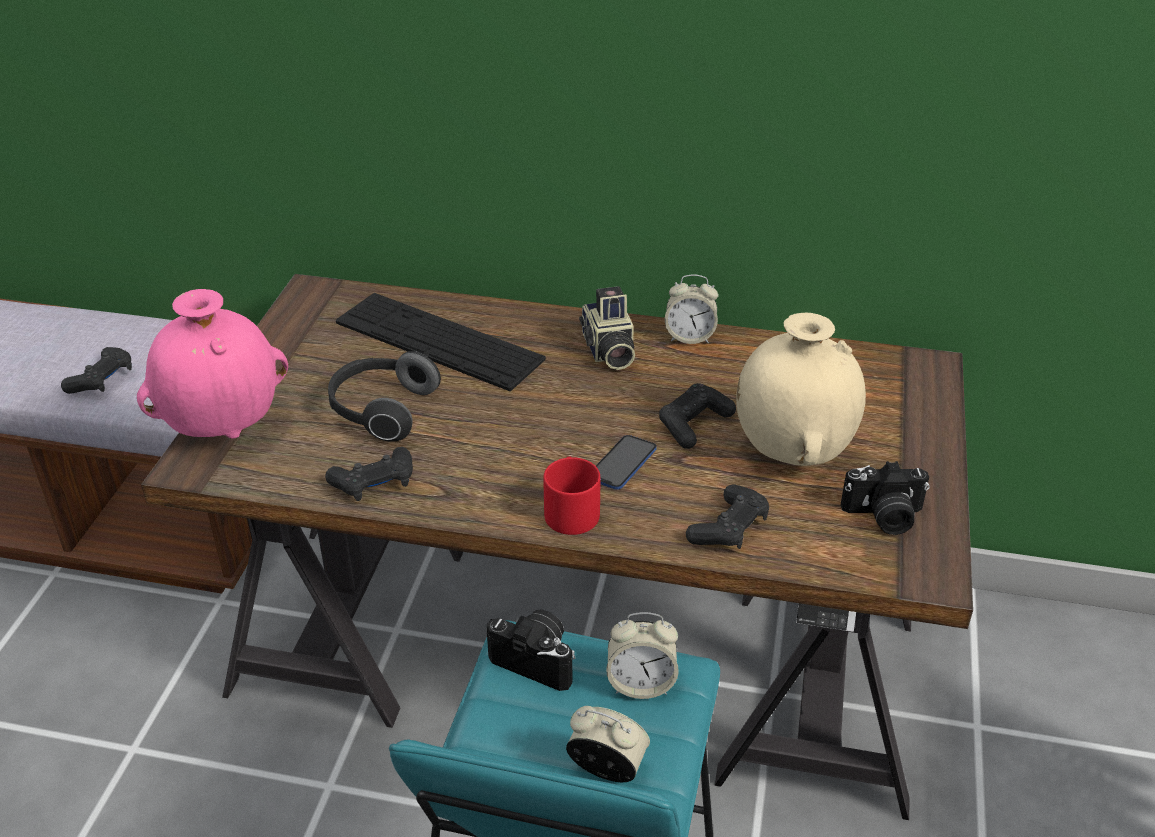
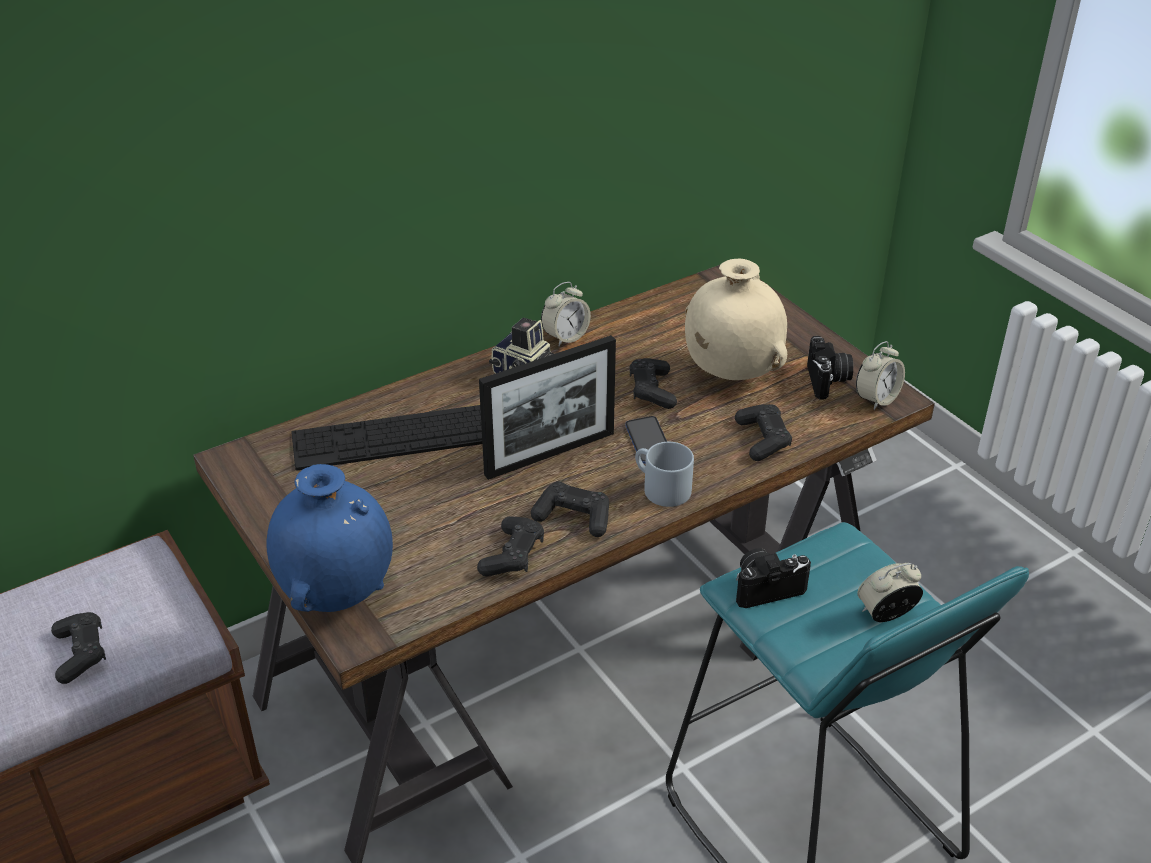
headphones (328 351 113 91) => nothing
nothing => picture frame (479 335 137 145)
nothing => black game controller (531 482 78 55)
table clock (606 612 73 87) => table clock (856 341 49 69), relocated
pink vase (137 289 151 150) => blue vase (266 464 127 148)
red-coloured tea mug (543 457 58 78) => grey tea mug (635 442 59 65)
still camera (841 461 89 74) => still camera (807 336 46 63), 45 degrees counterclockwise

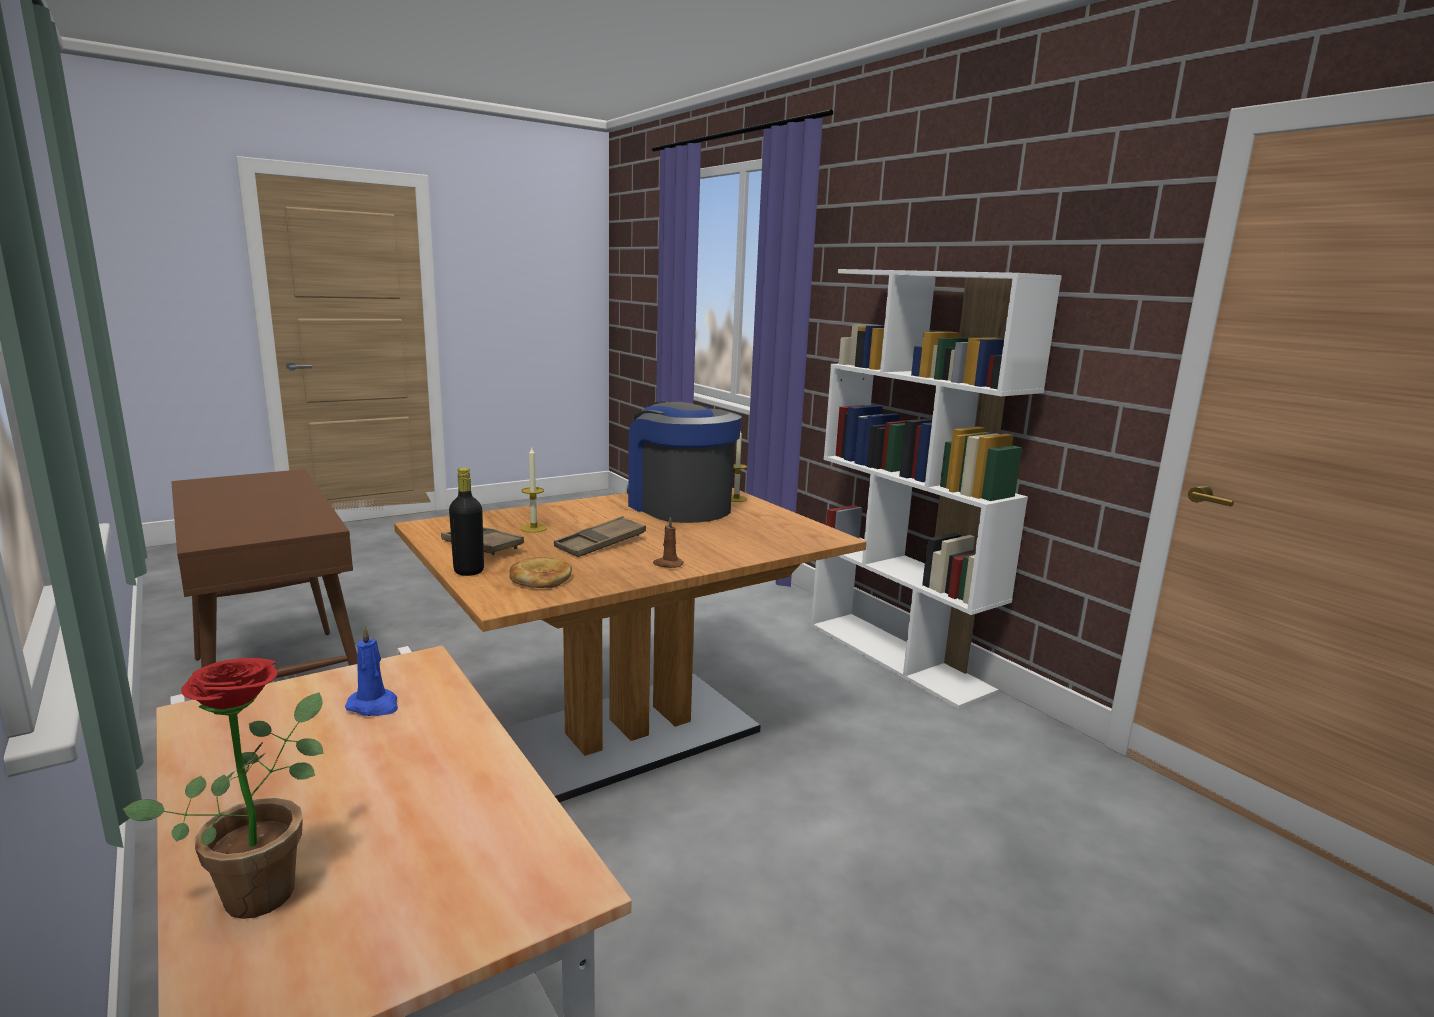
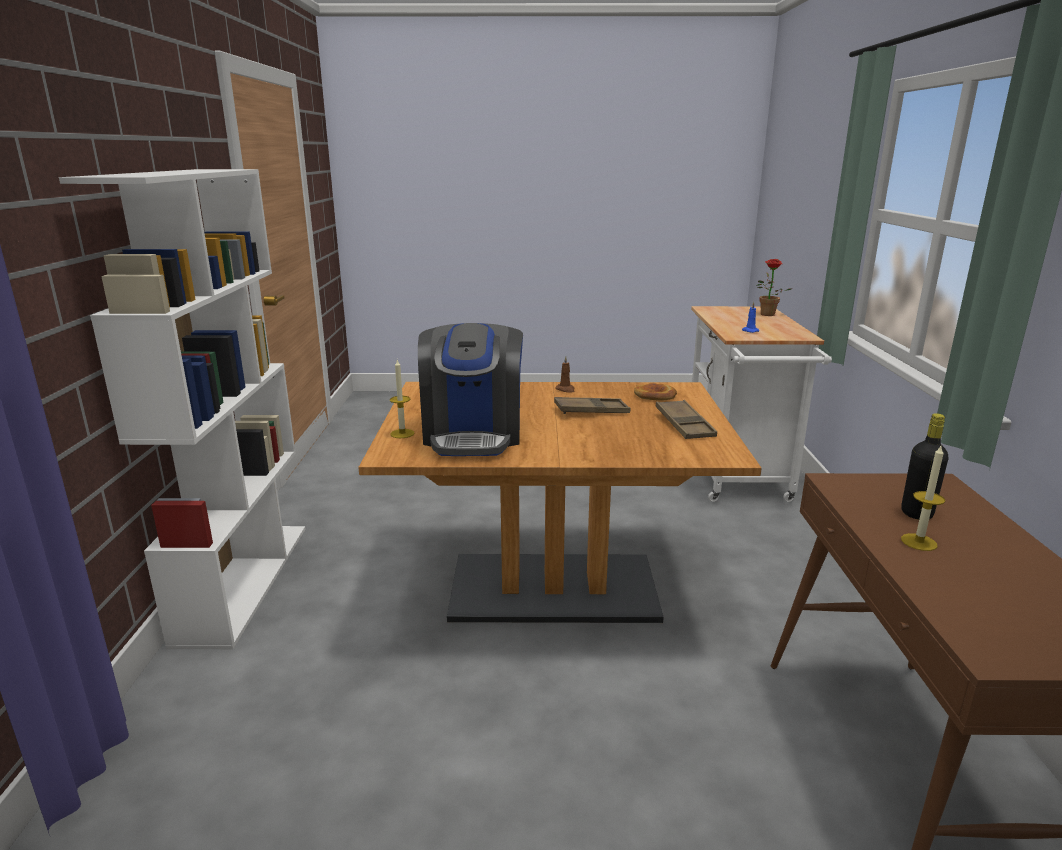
black bottle (449 467 35 109) => black bottle (901 413 47 107), relocated
wax light (521 448 26 85) => wax light (901 444 44 107), relocated

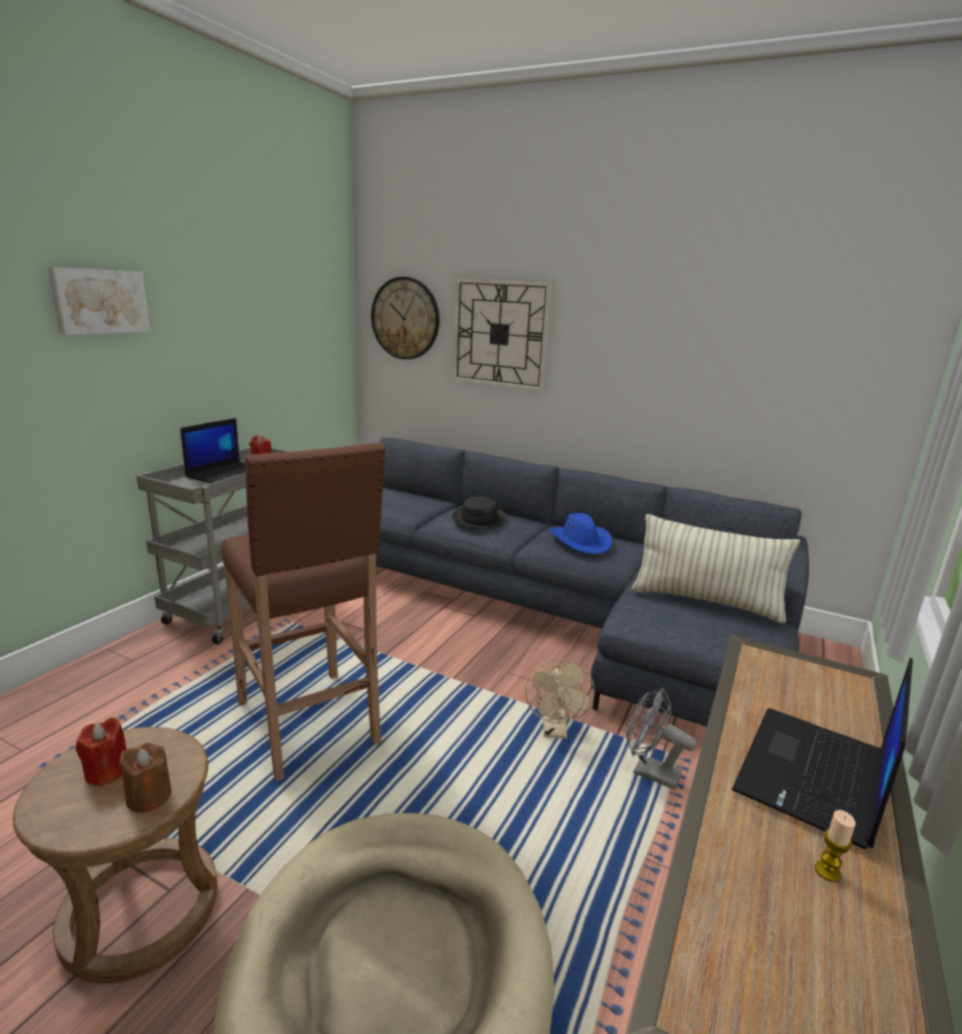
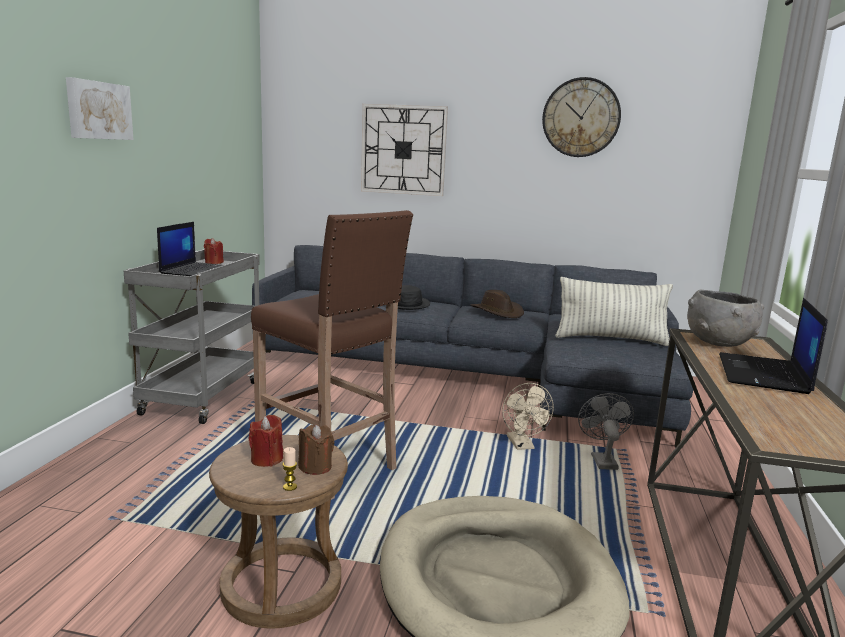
nothing => grey bowl (687 290 77 57)
hanging clock (371 277 69 82) => hanging clock (542 77 79 80), relocated
wax light (815 810 41 72) => wax light (283 447 14 44), relocated
blue hat (549 513 63 42) => brown hat (471 290 53 28)
grey fan (626 688 71 102) => grey fan (578 393 56 77), 75 degrees clockwise

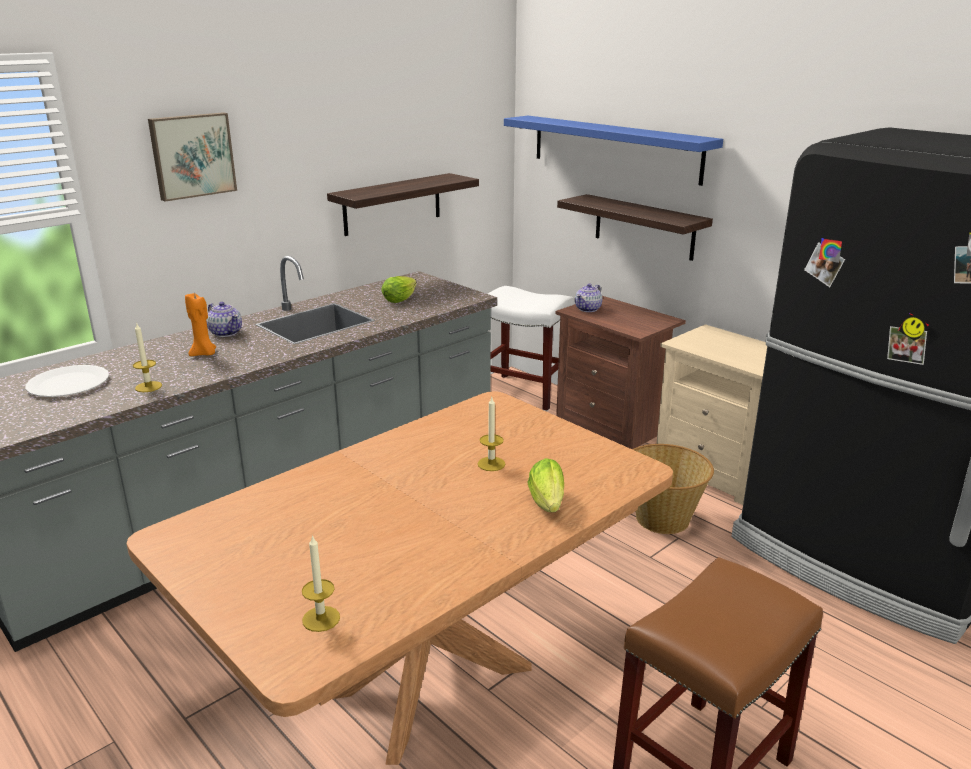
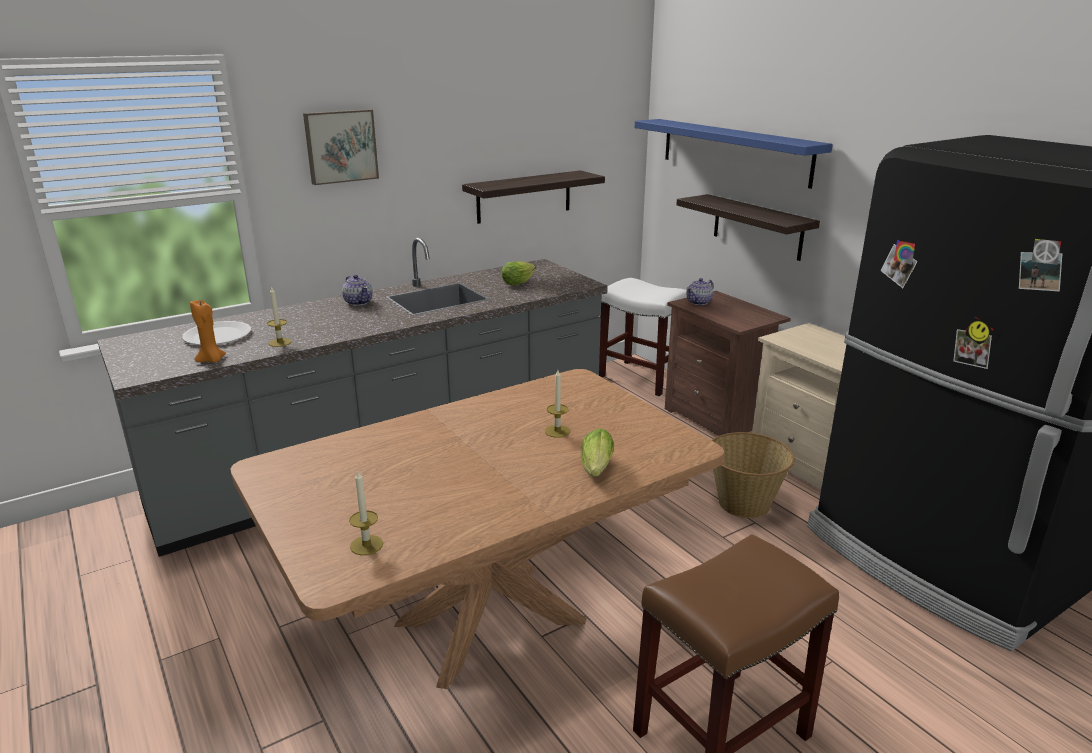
orange-coloured wax light (185 293 31 63) => orange-coloured wax light (190 300 36 62), relocated

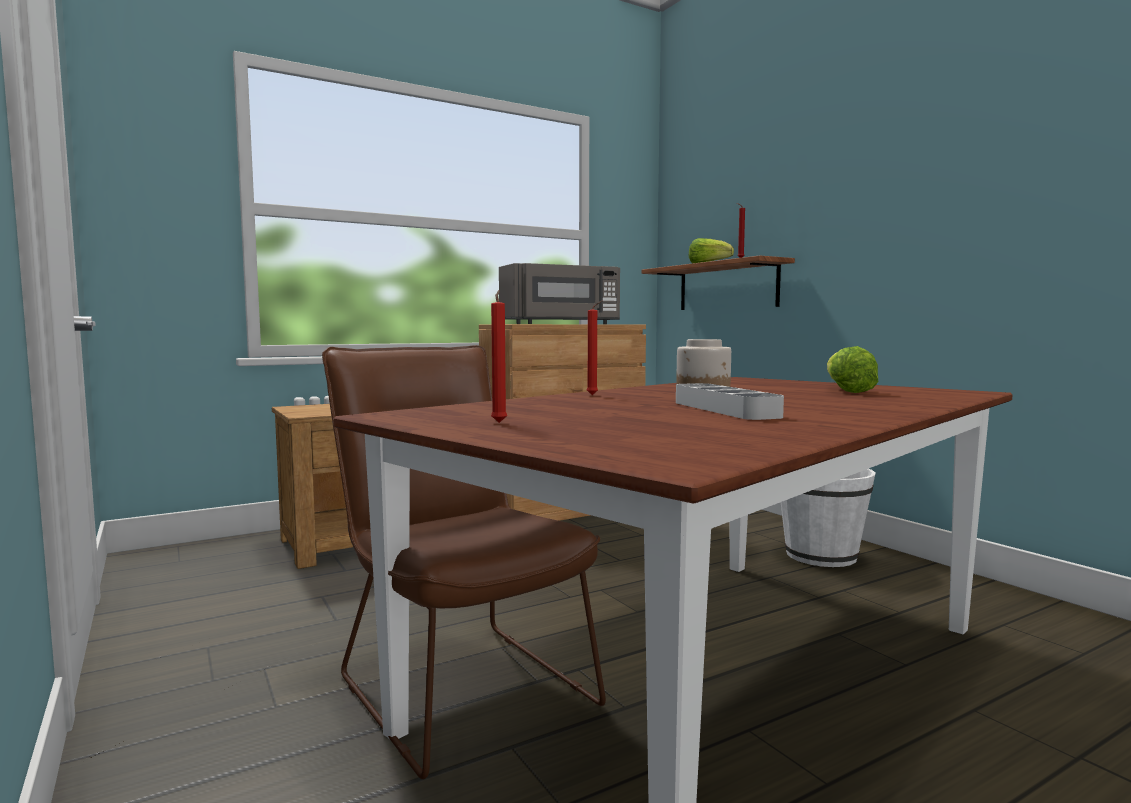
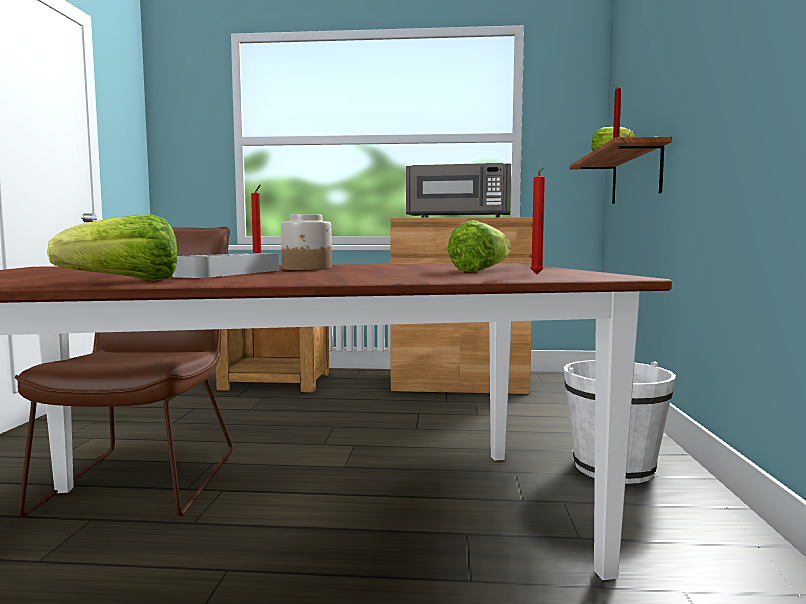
nothing => head of lettuce (47 214 130 67)
red-coloured wax light (491 290 16 133) => red-coloured wax light (530 167 15 107), relocated

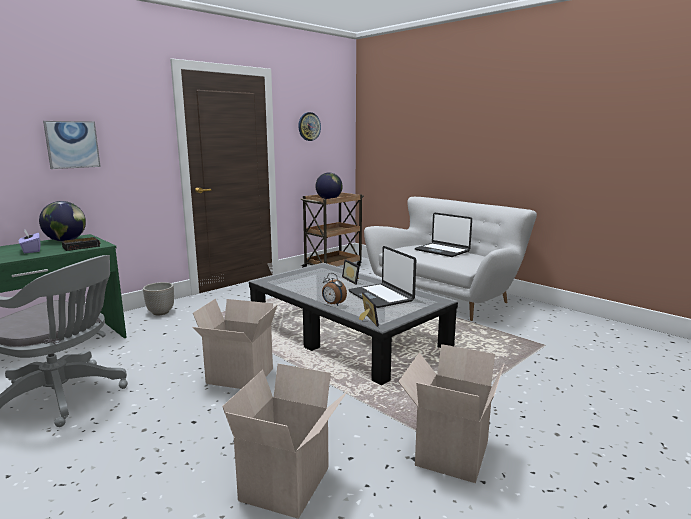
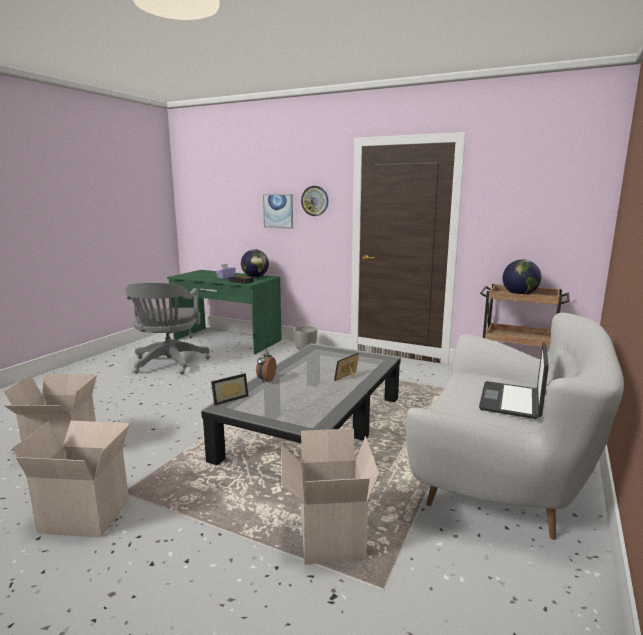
laptop (348 246 68 62) => nothing
packing box (192 299 85 90) => packing box (281 428 98 137), relocated
hanging clock (298 112 23 29) => hanging clock (301 186 27 30), relocated

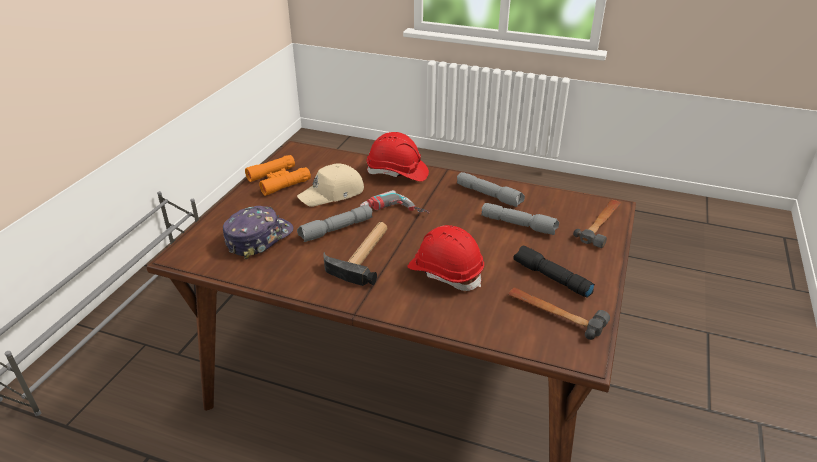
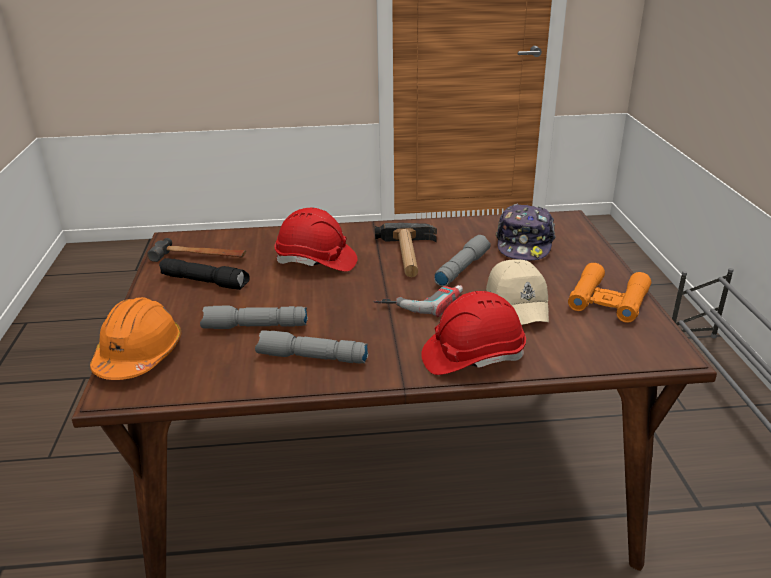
tool hammer (573 200 48 48) => orange-coloured safety helmet (90 297 91 83)
beige-coloured peaked cap (297 163 67 44) => beige-coloured peaked cap (486 259 63 66), 135 degrees clockwise

